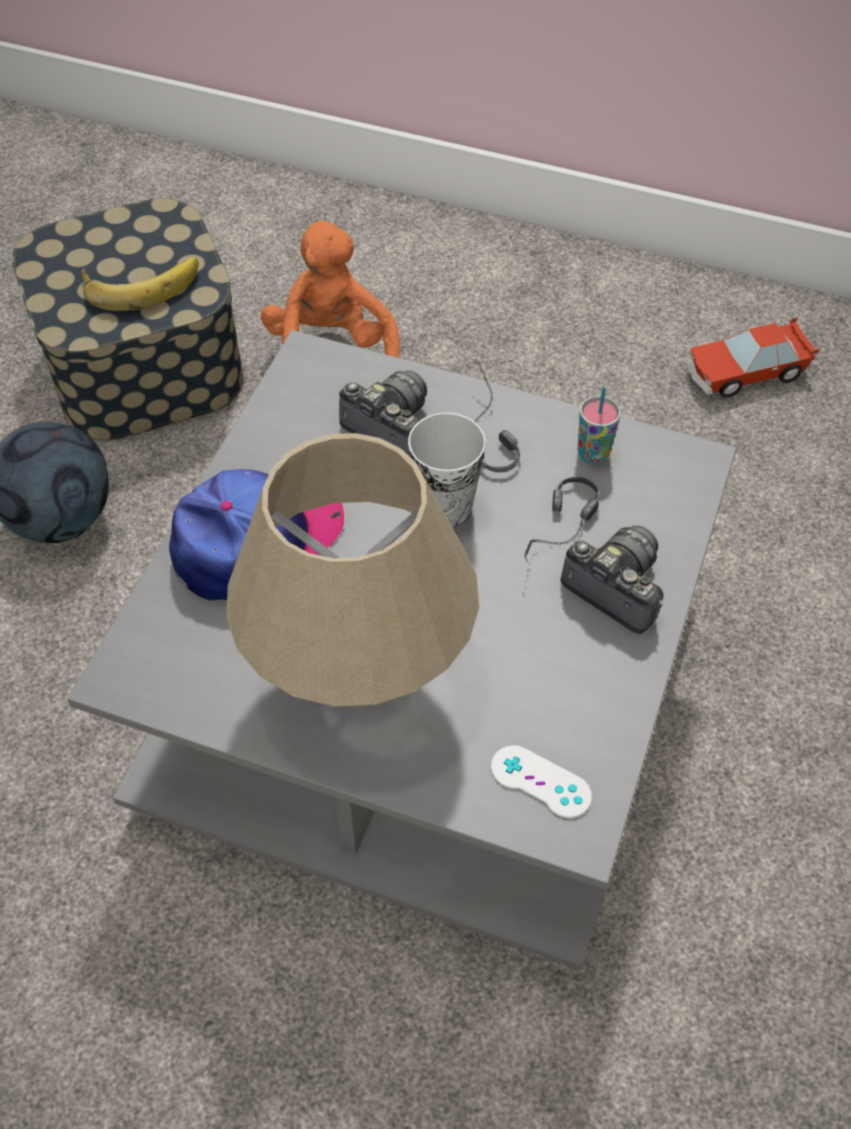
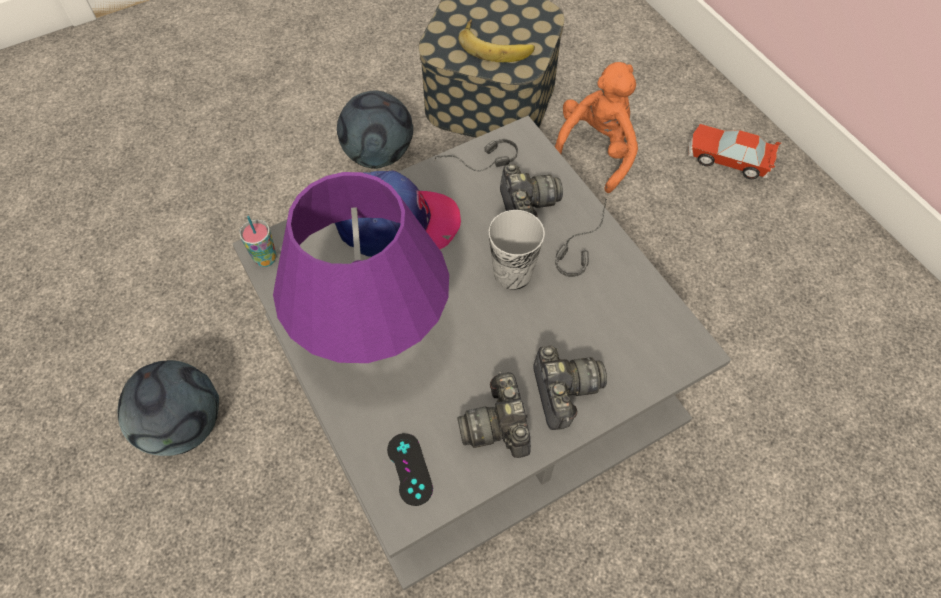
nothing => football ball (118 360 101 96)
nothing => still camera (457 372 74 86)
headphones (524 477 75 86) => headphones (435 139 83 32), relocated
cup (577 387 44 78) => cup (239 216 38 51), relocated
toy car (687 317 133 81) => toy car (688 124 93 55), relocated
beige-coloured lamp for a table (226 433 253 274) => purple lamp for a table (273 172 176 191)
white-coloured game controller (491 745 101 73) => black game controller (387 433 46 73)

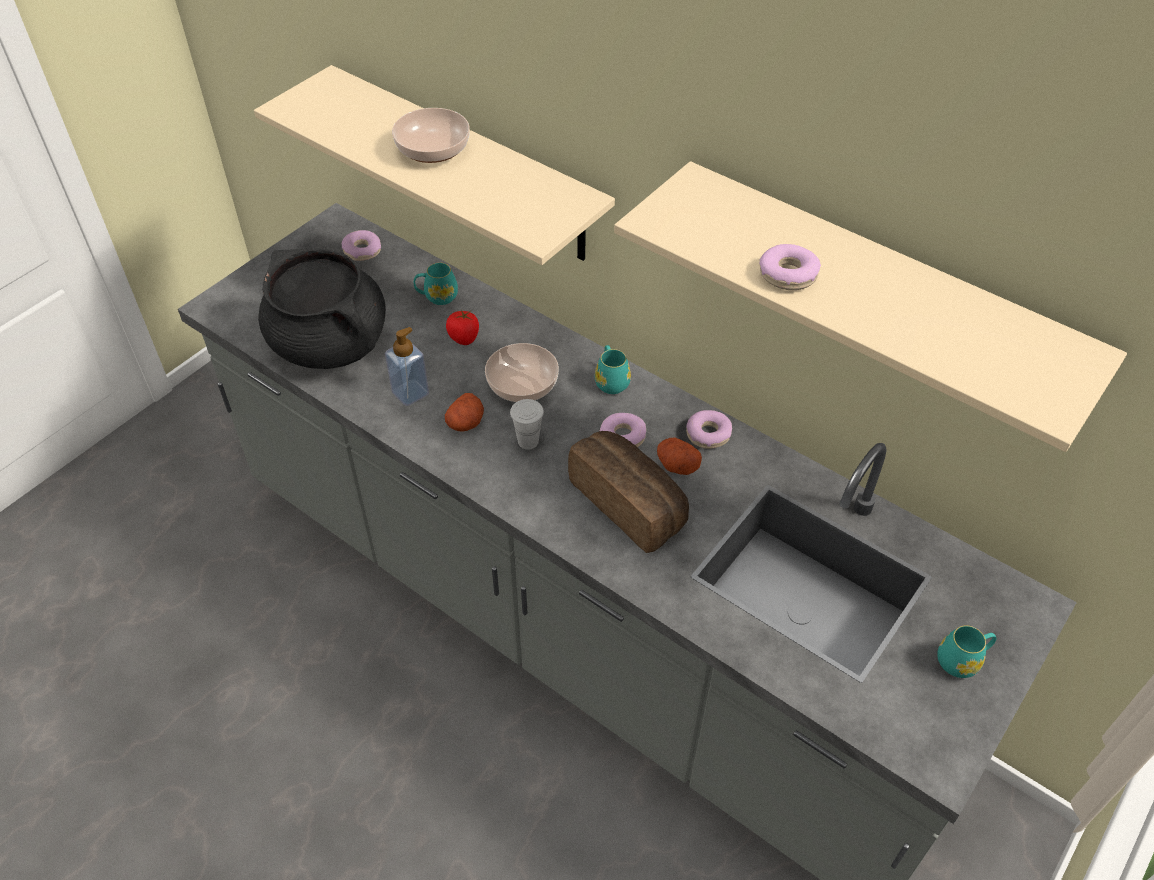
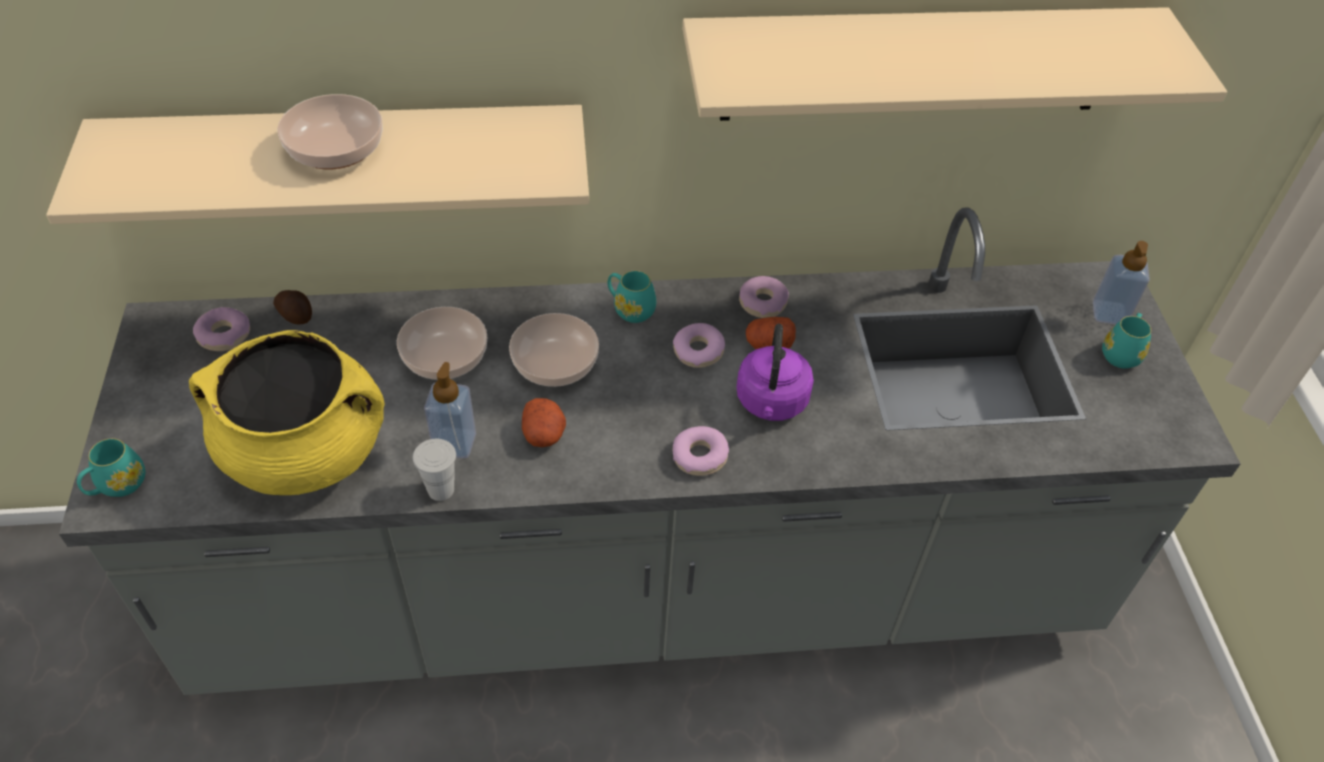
nothing => whole potato (273 290 39 34)
nothing => liquid soap bottle (1093 241 57 83)
turquoise-coloured tea mug (414 262 44 43) => turquoise-coloured tea mug (77 438 68 59), relocated
white-coloured cup (510 399 34 51) => white-coloured cup (413 439 43 62), relocated
donut (759 244 62 46) => donut (673 426 56 50), relocated
tomato (446 310 33 35) => bowl (397 307 90 73)
baked bread (568 431 121 122) => purple tea kettle (736 324 78 97)
black stockpot (258 248 128 121) => yellow-coloured stockpot (189 330 196 165)

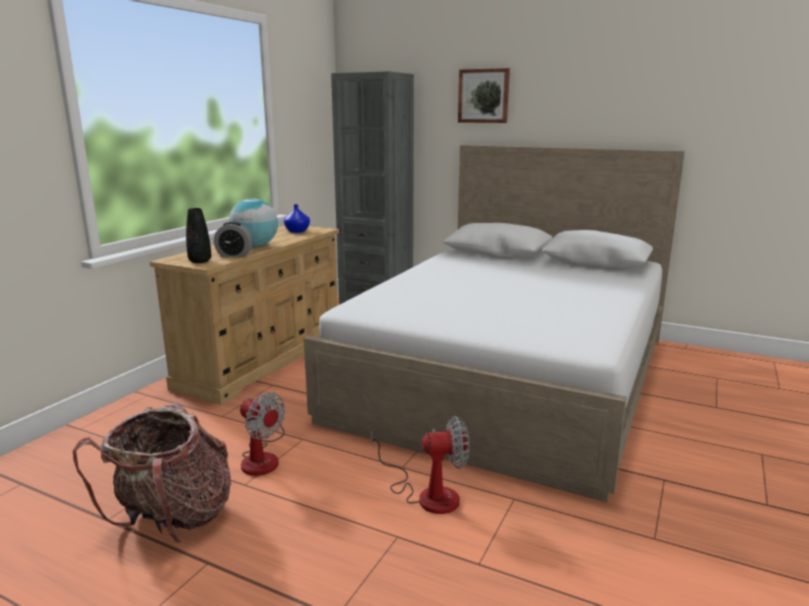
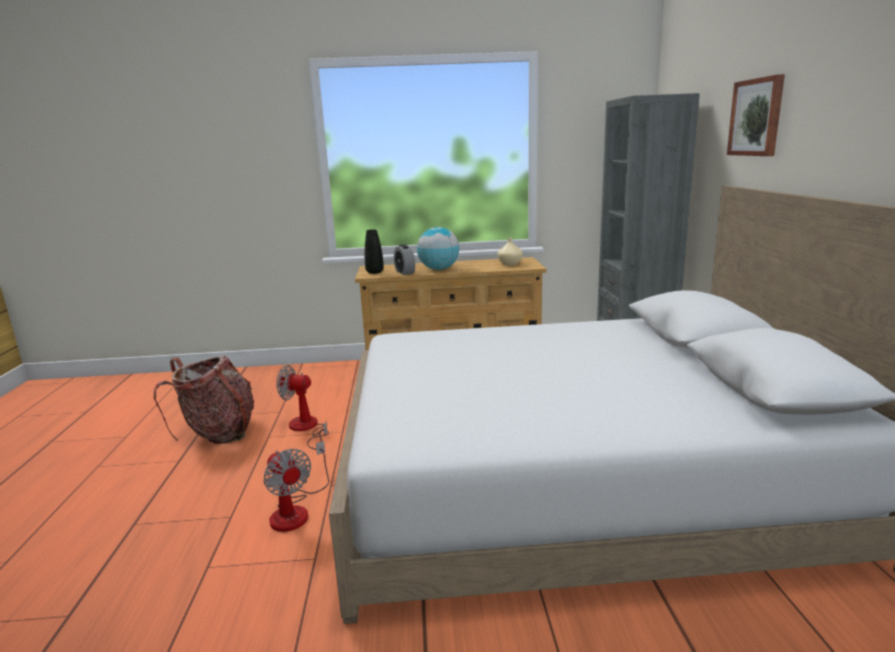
blue vase (284 204 26 29) => beige-coloured vase (497 238 26 27)
fan (240 392 45 84) => fan (276 365 53 85), 90 degrees clockwise

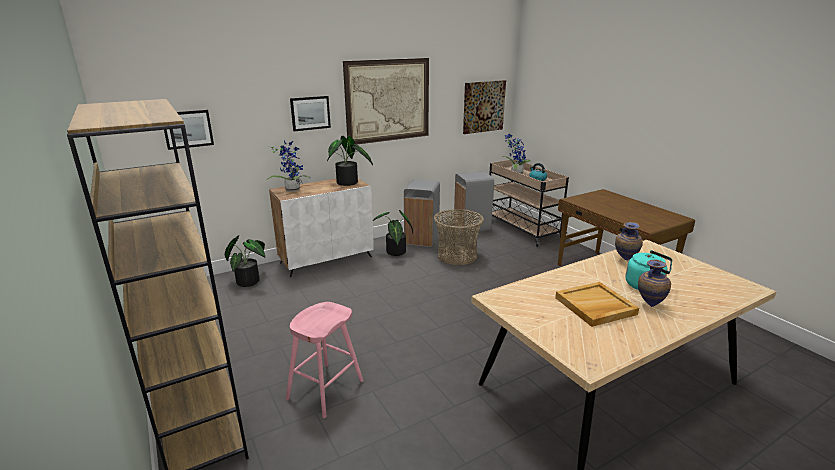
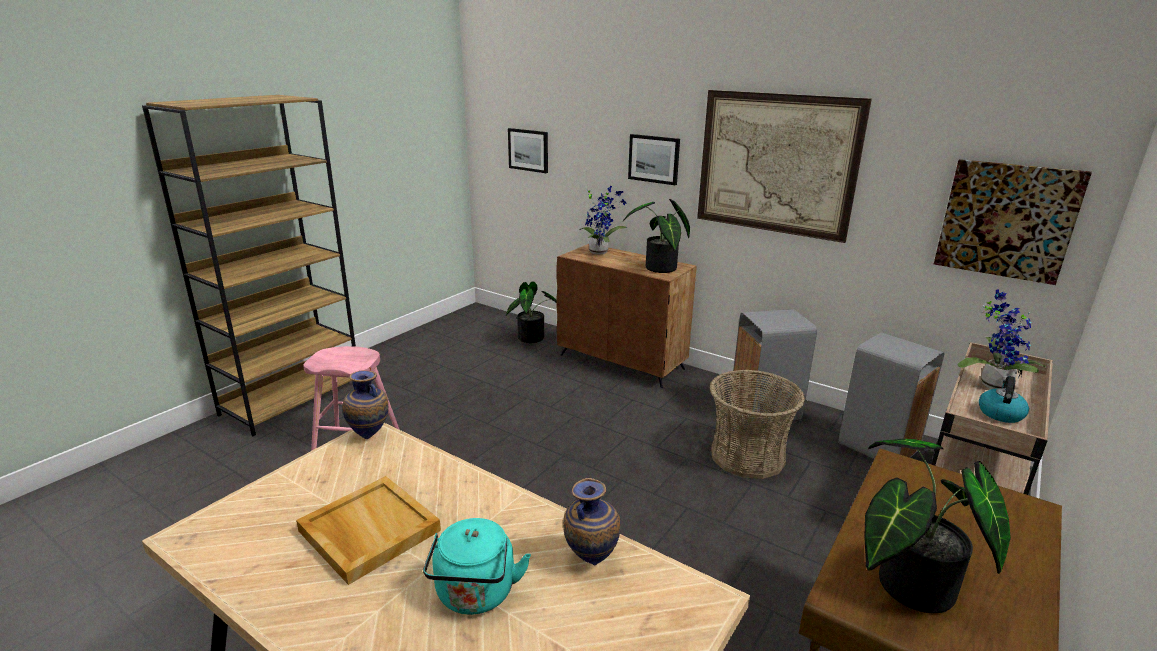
plant in a pot (373 210 40 46) => plant in a pot (864 439 147 174), relocated
vase (638 259 33 48) => vase (342 370 46 69), relocated
white-coloured storage cabinet (269 178 105 99) => brown storage cabinet (556 244 140 144)

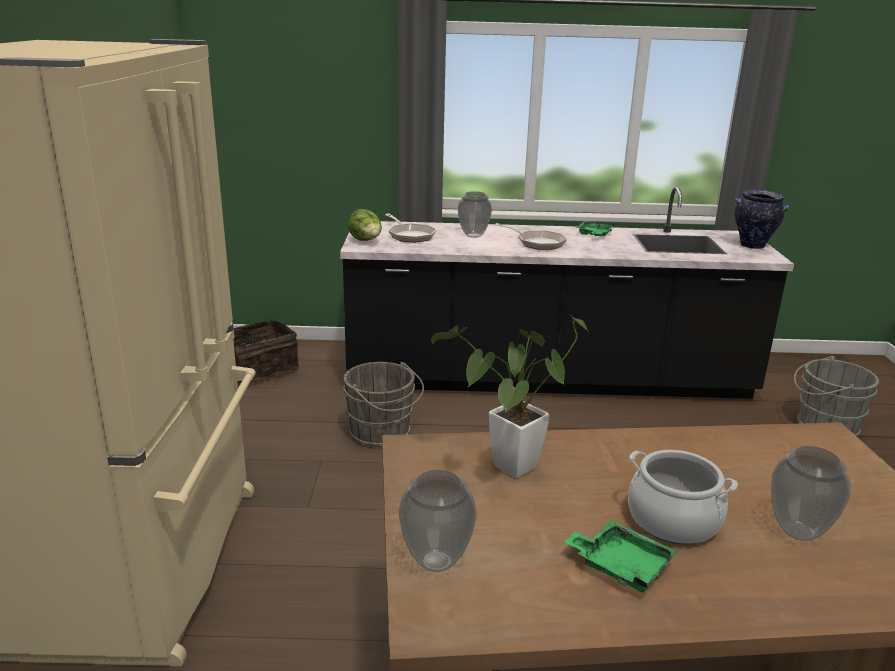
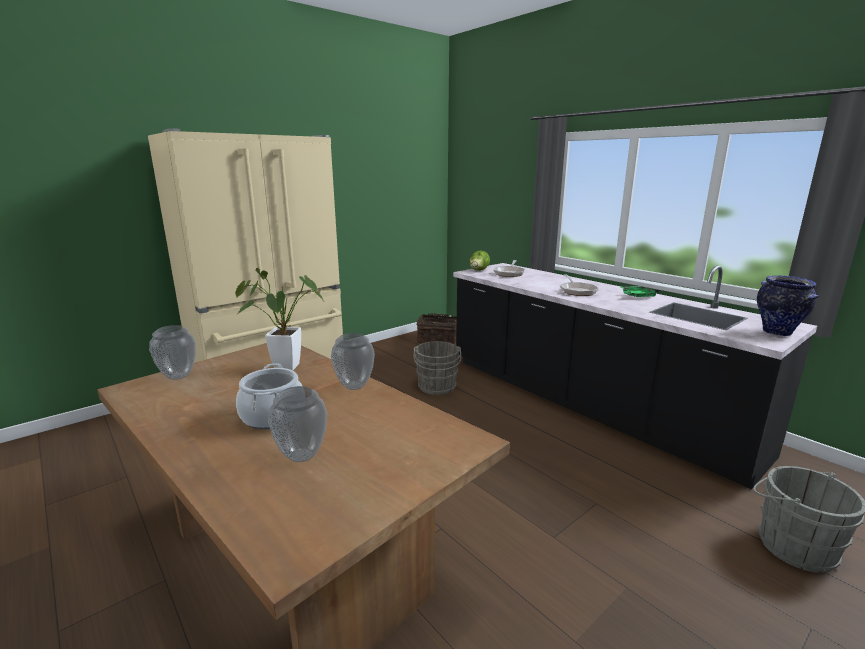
greenish carrying tray (564 520 113 73) => nothing
vase (458 191 34 47) => vase (331 333 44 57), relocated

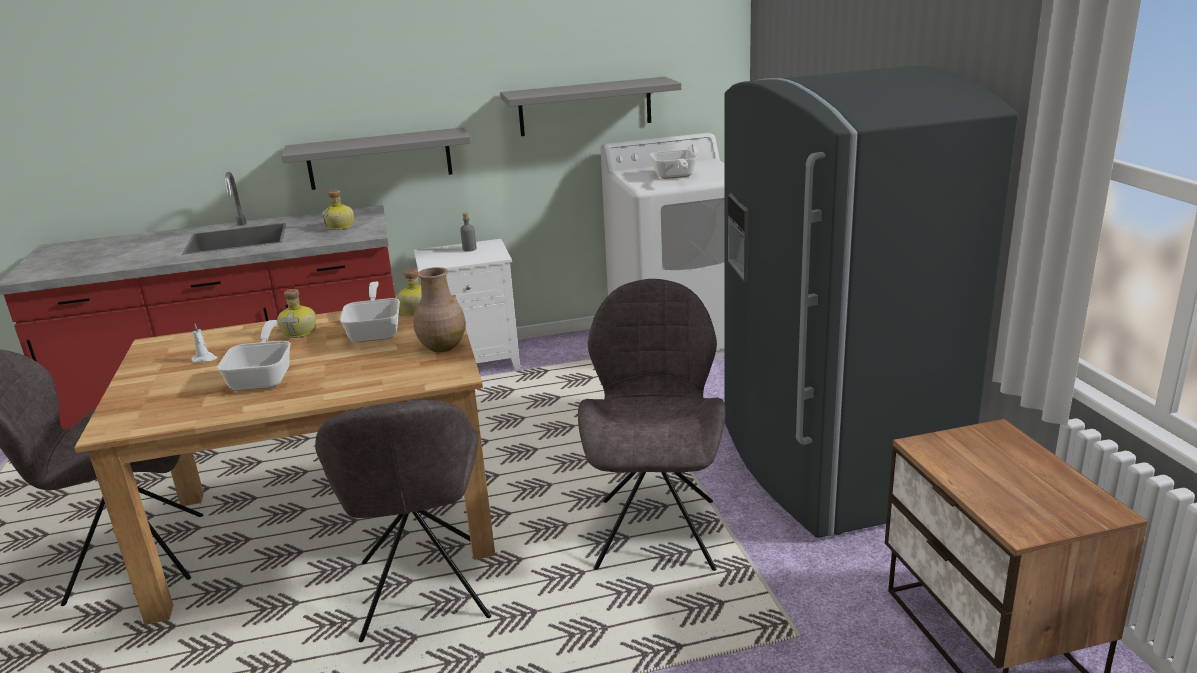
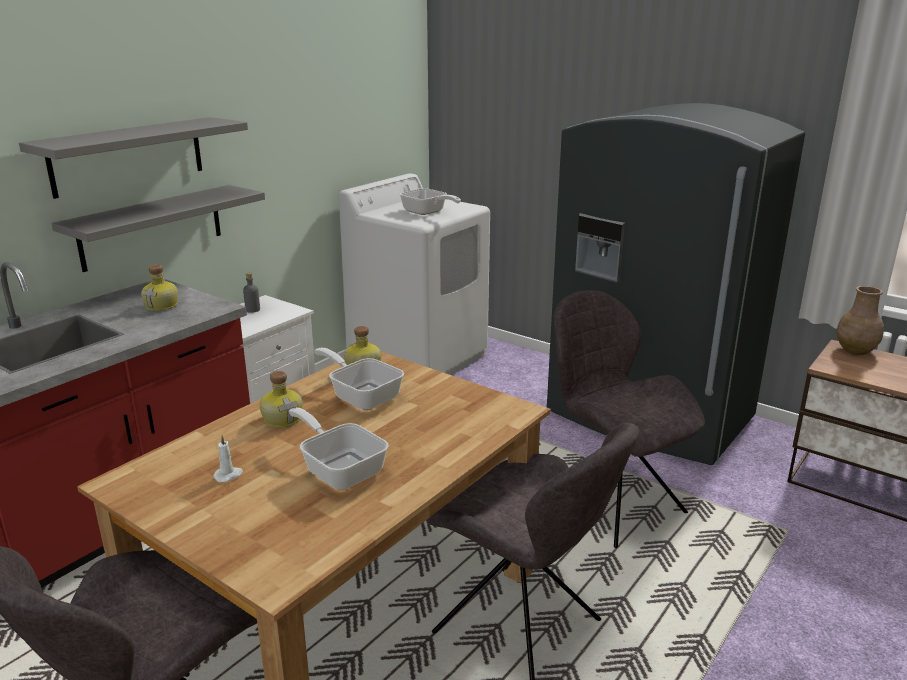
brown vase (414 267 52 85) => brown vase (837 286 47 69), relocated
grey shelf (500 77 181 59) => grey shelf (19 117 229 82), relocated

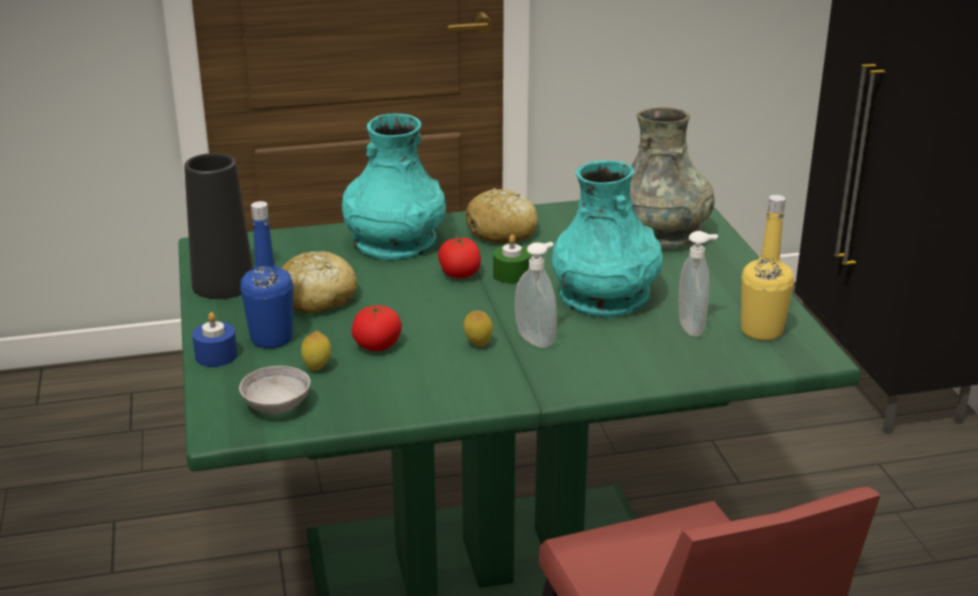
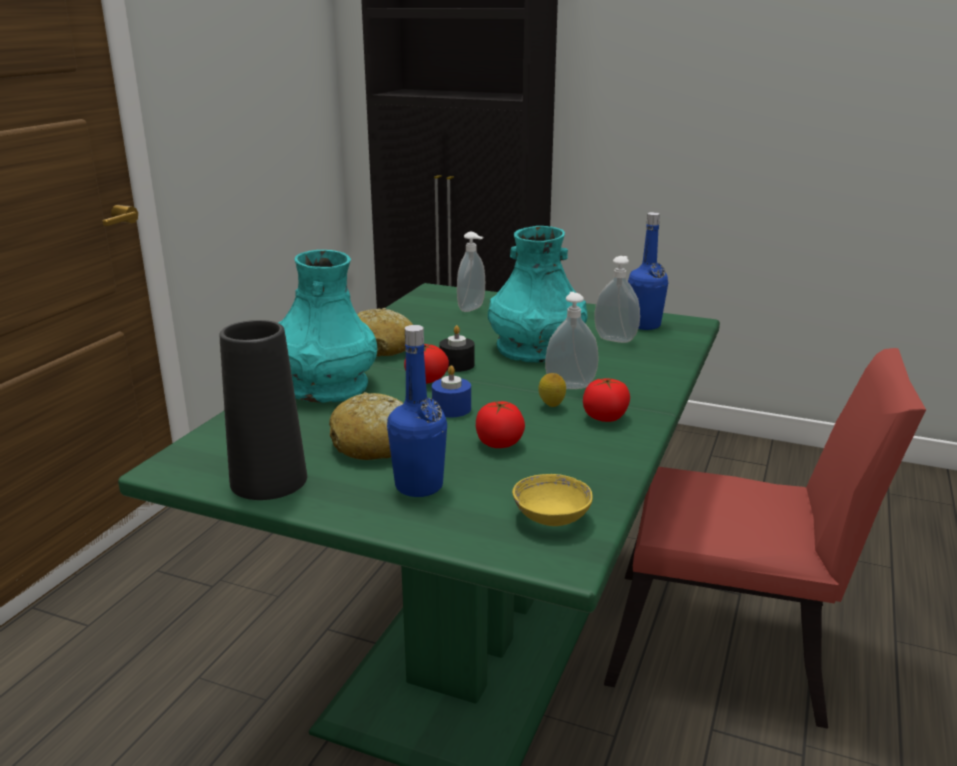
citrus fruit (301 331 30 40) => nothing
nothing => tomato (583 378 47 44)
blue wax light (192 312 45 55) => blue wax light (432 365 39 52), relocated
grey vase (630 107 85 141) => liquid soap bottle (457 232 28 80)
grey bowl (239 366 71 48) => yellow-coloured bowl (512 474 81 52)
greenish wax light (493 235 38 49) => black wax light (439 325 36 47)
yellow-coloured bottle (741 195 53 145) => blue bottle (628 212 40 118)

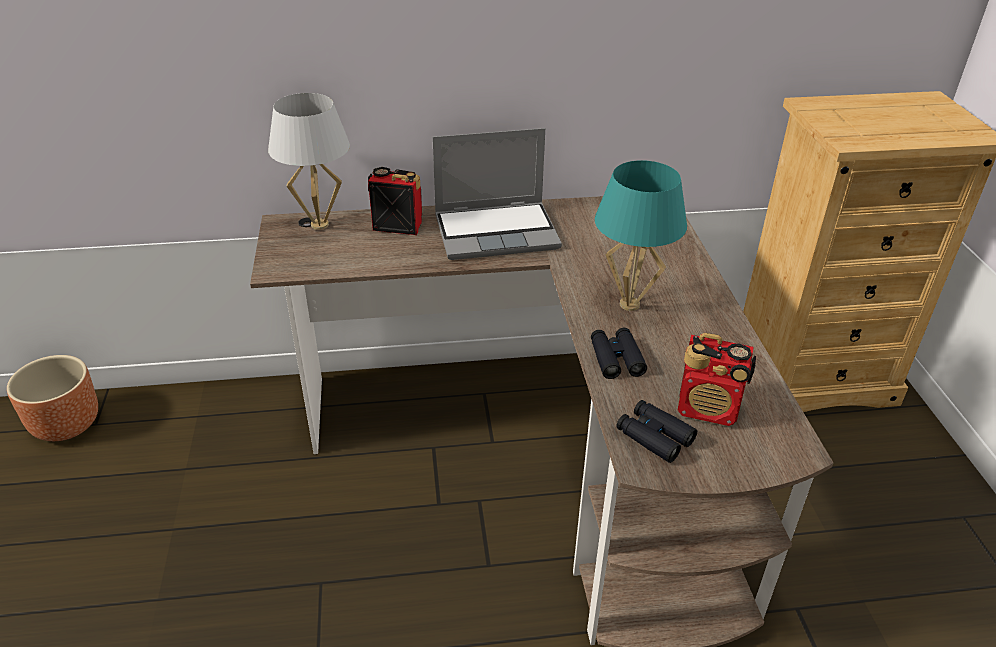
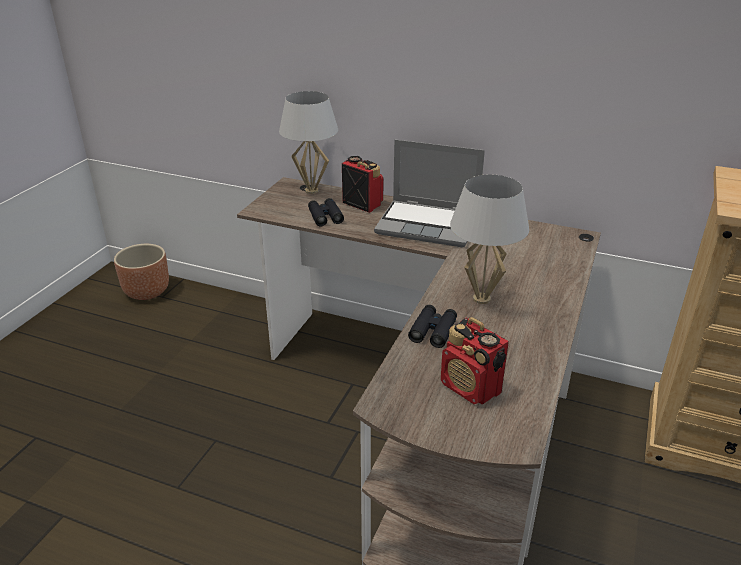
black field glasses (616 400 81 63) => black field glasses (308 198 36 28), relocated
turquoise-coloured lamp for a table (595 160 92 151) => white-coloured lamp for a table (450 174 79 130)

